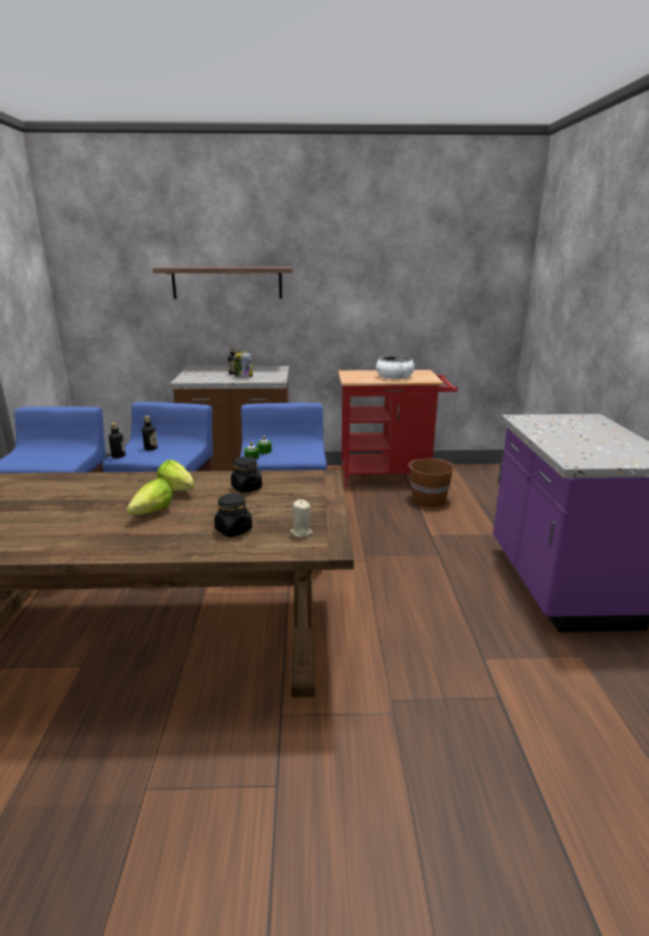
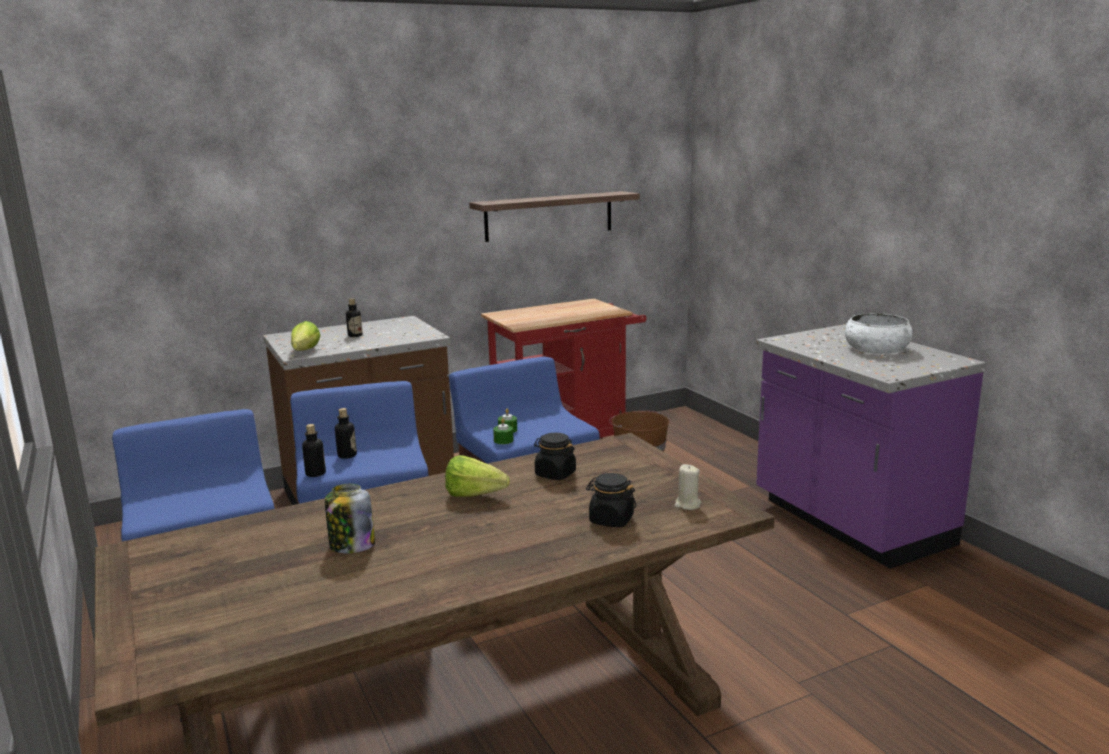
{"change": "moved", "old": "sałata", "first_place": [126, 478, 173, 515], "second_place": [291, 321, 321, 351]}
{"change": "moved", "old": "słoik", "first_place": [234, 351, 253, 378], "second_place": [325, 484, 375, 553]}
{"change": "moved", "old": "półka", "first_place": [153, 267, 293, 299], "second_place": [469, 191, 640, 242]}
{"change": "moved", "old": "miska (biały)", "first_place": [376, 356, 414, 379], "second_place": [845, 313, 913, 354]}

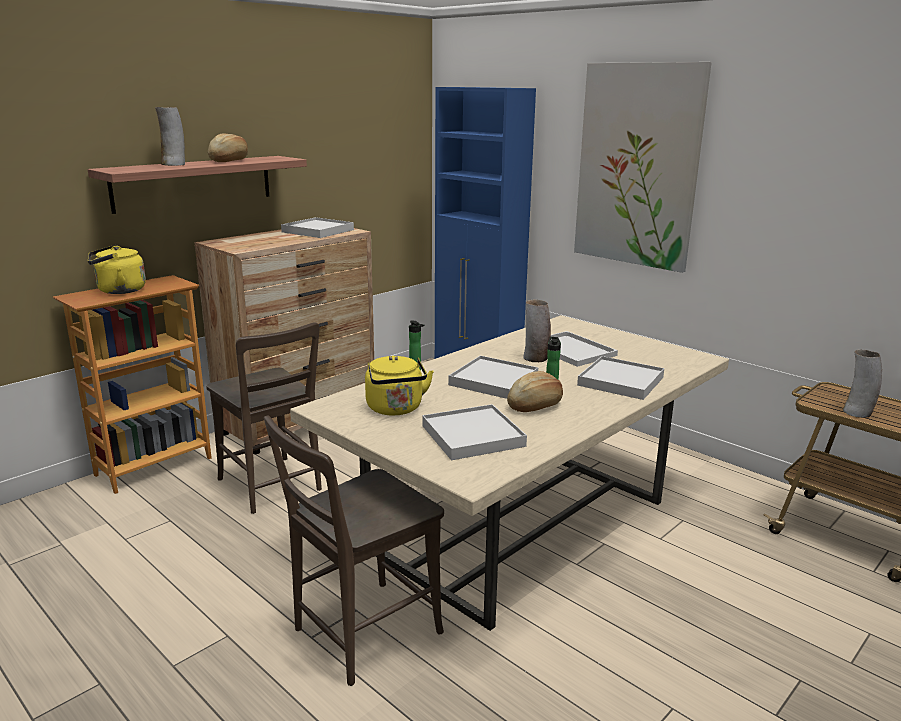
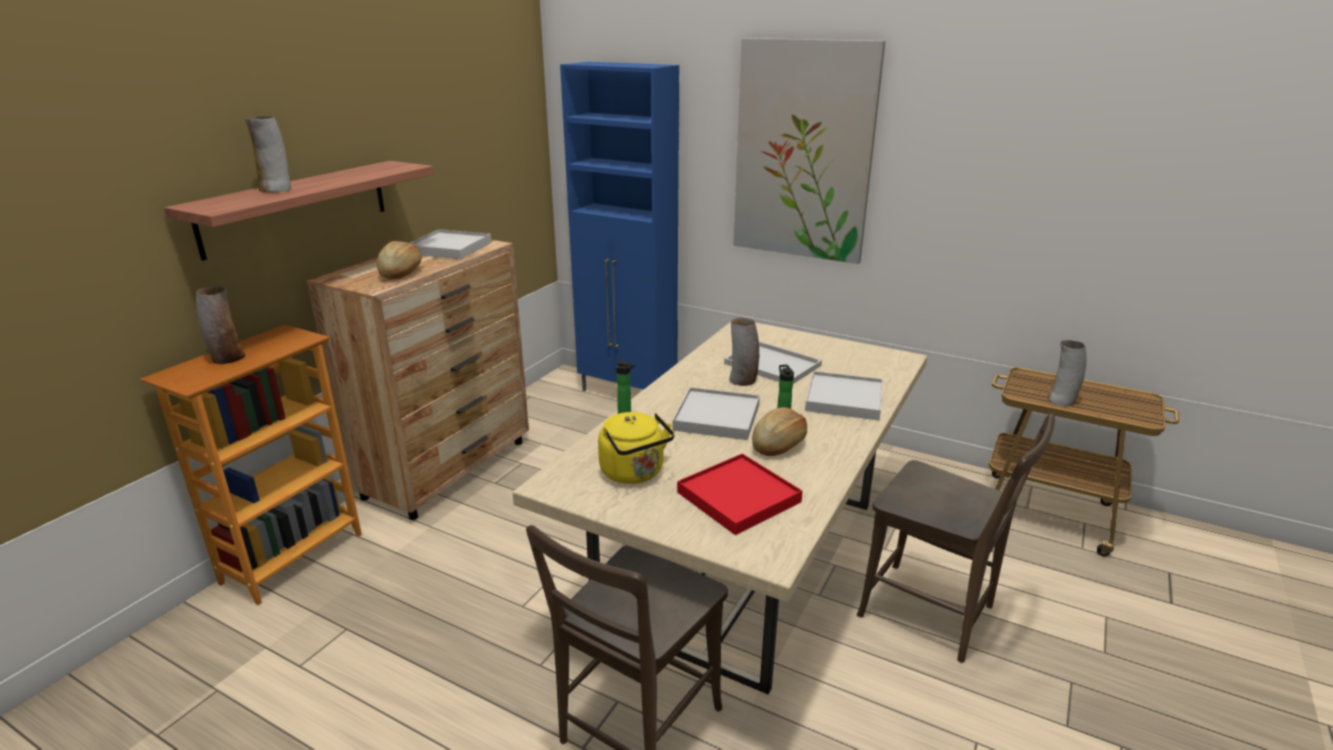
{"change": "replaced", "old": "czajnik (żółty)", "new": "wazon", "first_place": [88, 245, 146, 294], "second_place": [196, 286, 245, 364]}
{"change": "moved", "old": "chleb", "first_place": [208, 133, 248, 162], "second_place": [377, 241, 421, 279]}
{"change": "recoloured", "old": "taca (biały)", "new": "taca (czerwony)", "first_place": [422, 404, 527, 460], "second_place": [677, 454, 803, 535]}
{"change": "moved", "old": "krzesło (brązowy)", "first_place": [206, 322, 322, 514], "second_place": [857, 414, 1055, 663]}

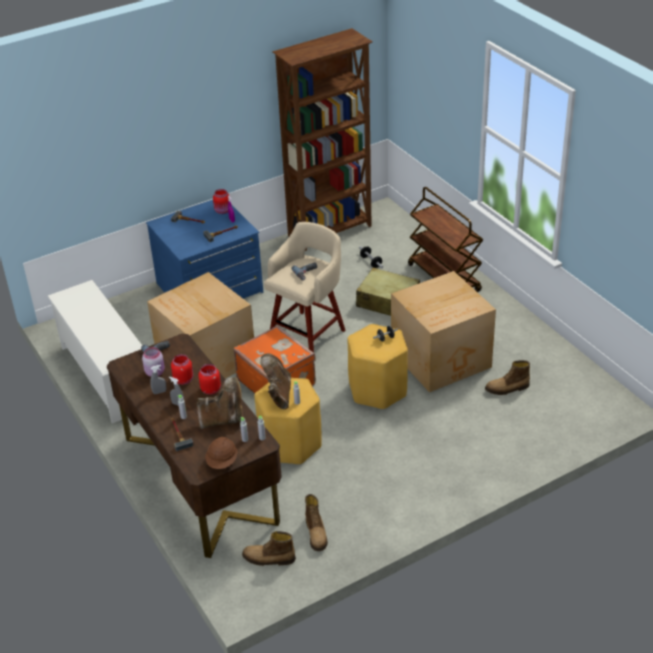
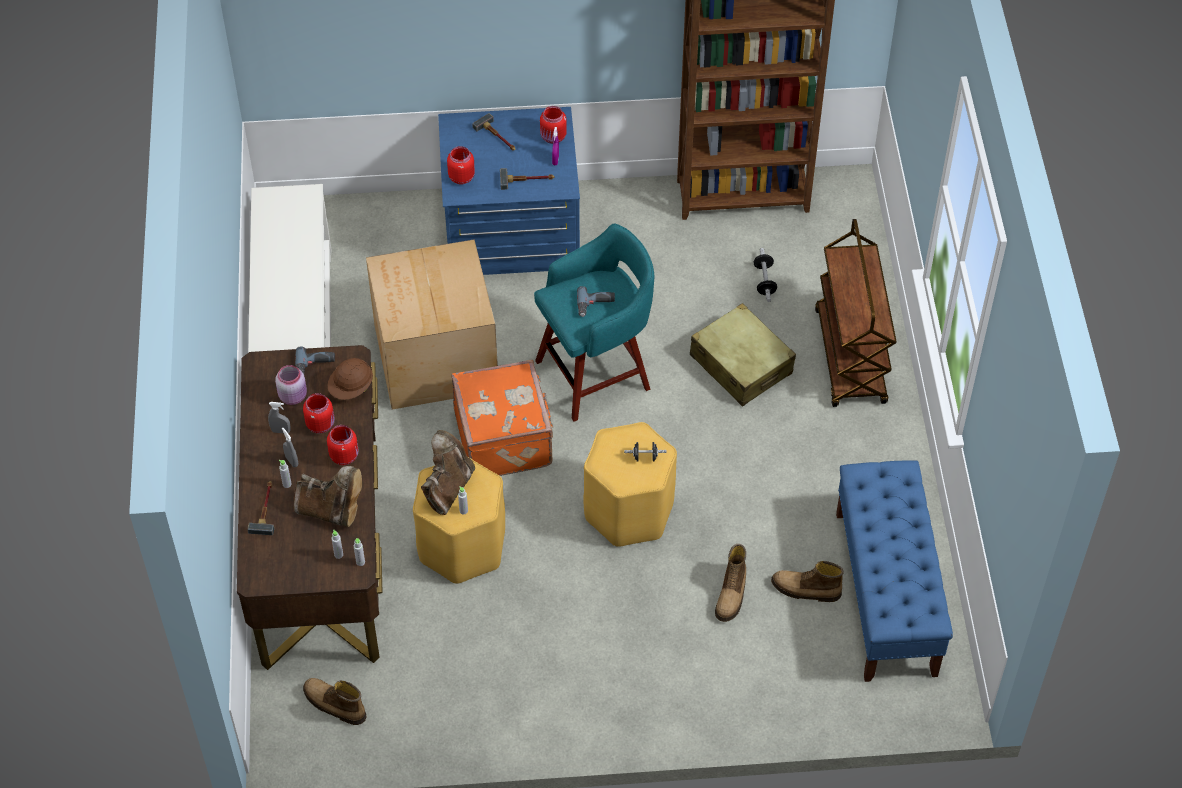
{"change": "moved", "old": "kask (brązowy)", "first_place": [205, 437, 238, 469], "second_place": [327, 358, 373, 400]}
{"change": "added", "new": "słoik (czerwony)", "second_place": [447, 146, 475, 184]}
{"change": "recoloured", "old": "stołek (beżowy)", "new": "stołek (turkusowy)", "first_place": [264, 222, 345, 353], "second_place": [534, 224, 654, 422]}
{"change": "moved", "old": "but z cholewką", "first_place": [305, 494, 328, 551], "second_place": [715, 544, 746, 622]}
{"change": "added", "new": "ławka (niebieski)", "second_place": [836, 460, 953, 682]}
{"change": "removed", "old": "karton", "first_place": [391, 271, 496, 392]}

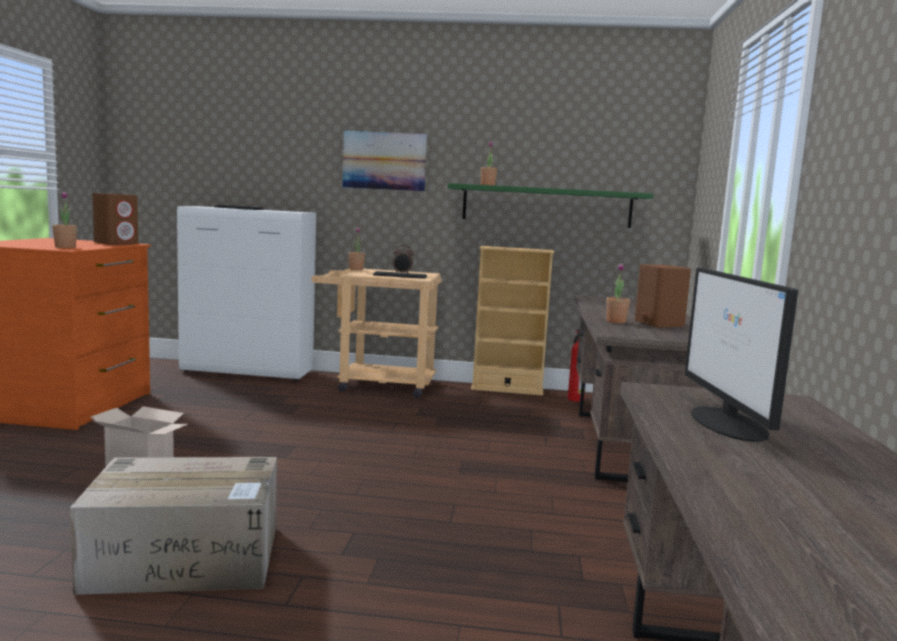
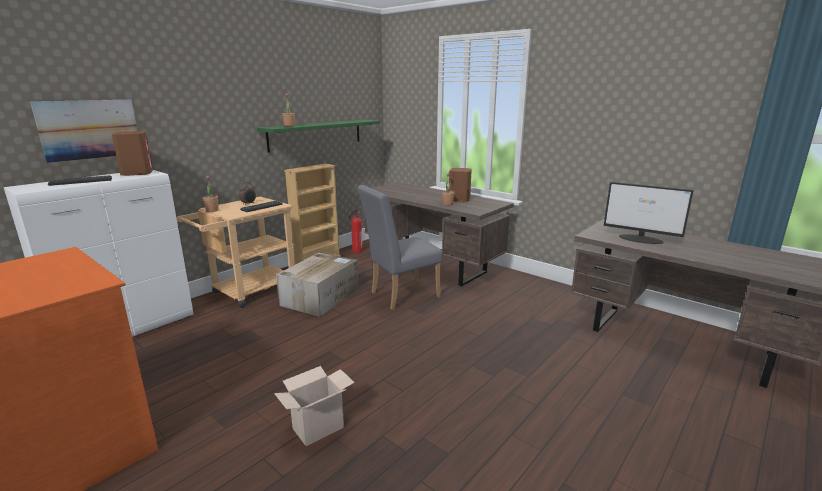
{"change": "moved", "old": "obraz", "first_place": [342, 131, 427, 192], "second_place": [30, 100, 138, 163]}
{"change": "moved", "old": "głośnik (brązowy)", "first_place": [92, 193, 138, 245], "second_place": [112, 131, 153, 176]}
{"change": "moved", "old": "karton", "first_place": [70, 457, 277, 595], "second_place": [276, 253, 358, 316]}
{"change": "added", "new": "krzesło (szary)", "second_place": [357, 185, 442, 310]}
{"change": "removed", "old": "roślina doniczkowa", "first_place": [52, 192, 77, 248]}

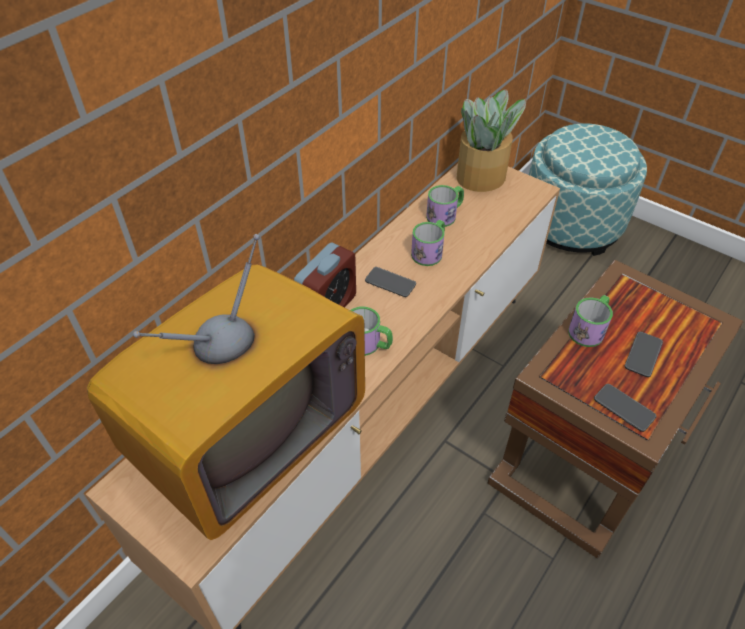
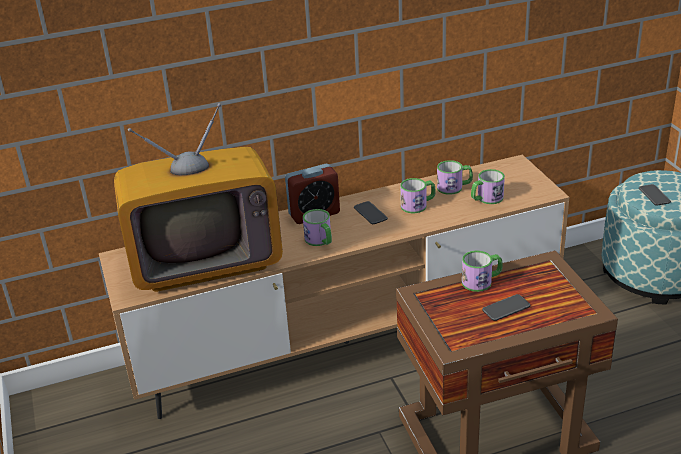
{"change": "added", "new": "kubek", "second_place": [471, 169, 505, 204]}
{"change": "moved", "old": "telefon", "first_place": [594, 384, 656, 432], "second_place": [639, 184, 671, 206]}
{"change": "removed", "old": "roślina doniczkowa", "first_place": [457, 89, 526, 192]}

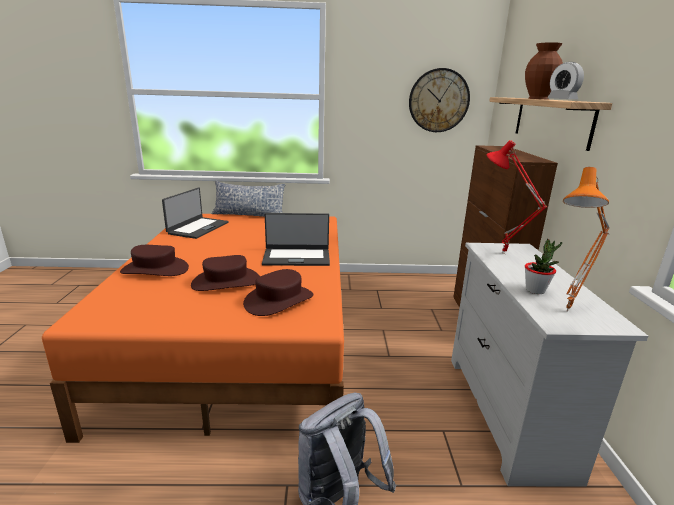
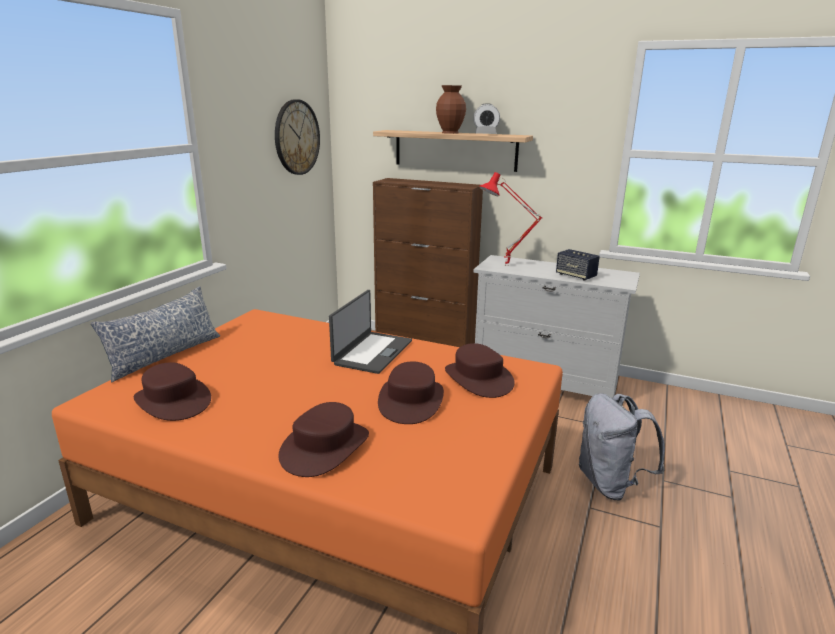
{"change": "replaced", "old": "laptop", "new": "kapelusz (brązowy)", "first_place": [162, 188, 229, 239], "second_place": [134, 362, 211, 421]}
{"change": "replaced", "old": "roślina doniczkowa", "new": "głośnik", "first_place": [525, 239, 562, 294], "second_place": [556, 249, 600, 281]}
{"change": "removed", "old": "lampa stołowa (pomarańczowy)", "first_place": [563, 167, 610, 312]}

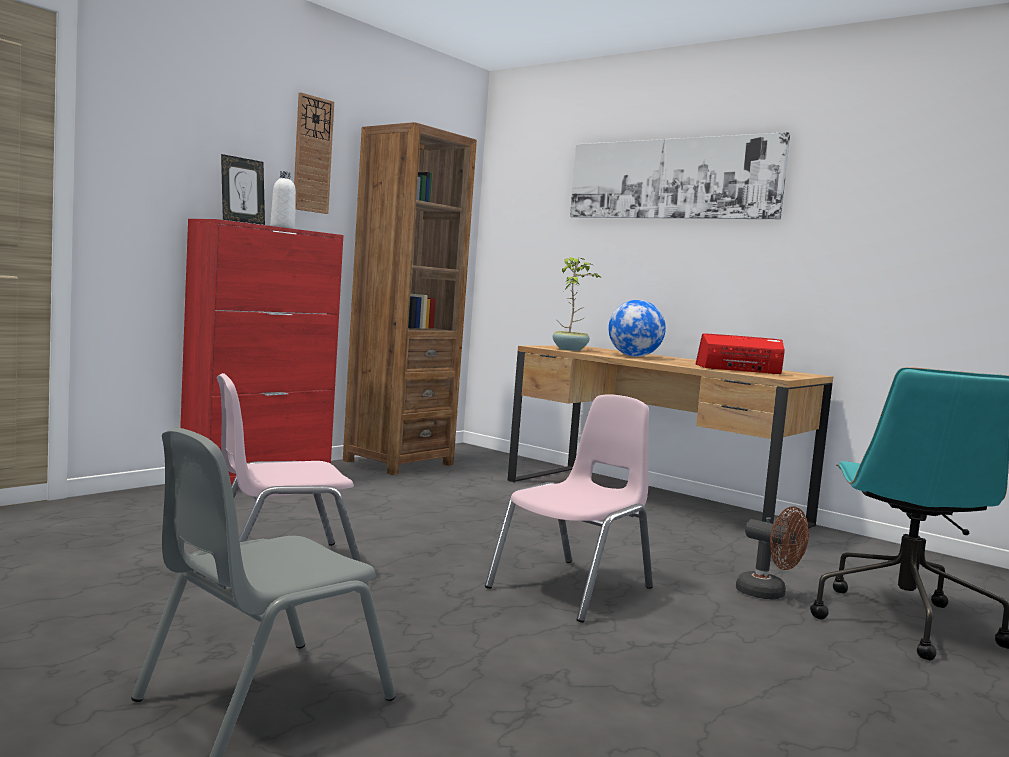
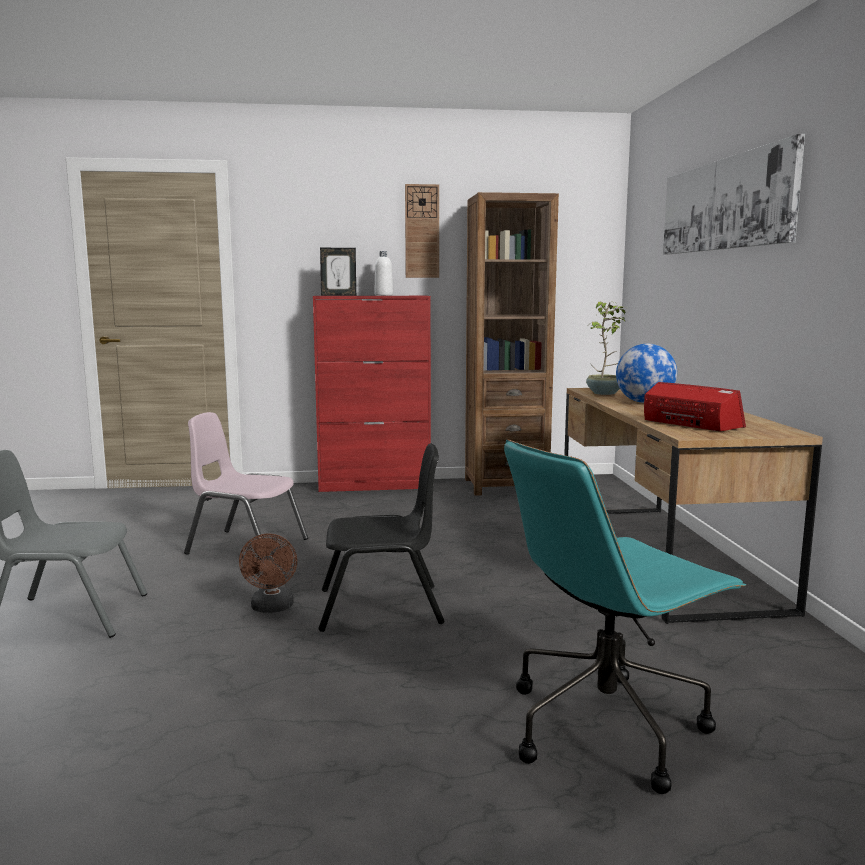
{"change": "moved", "old": "wentylator (brązowy)", "first_place": [736, 506, 809, 599], "second_place": [239, 533, 297, 613]}
{"change": "recoloured", "old": "krzesło (różowy)", "new": "krzesło (czarny)", "first_place": [485, 394, 653, 623], "second_place": [318, 443, 445, 632]}

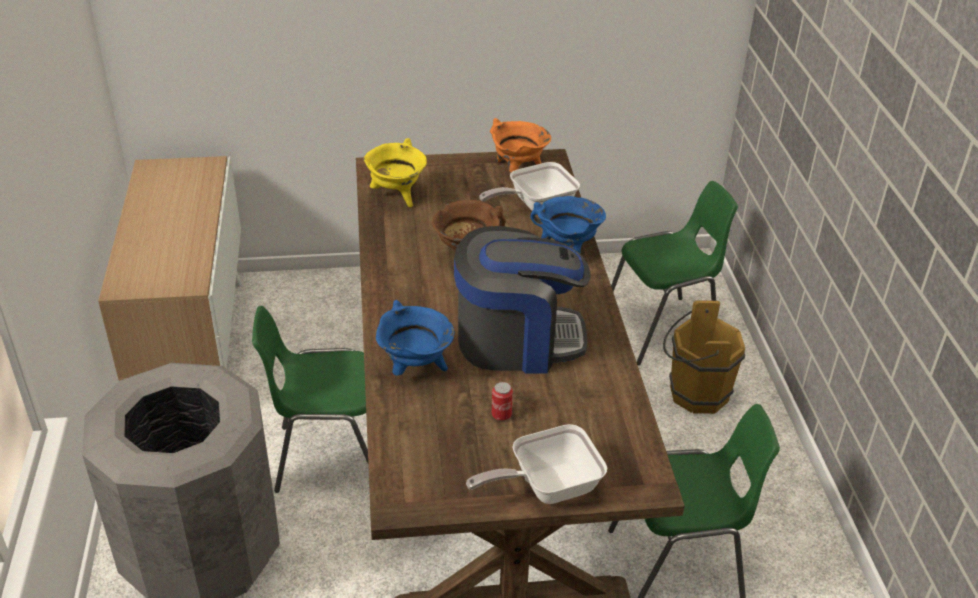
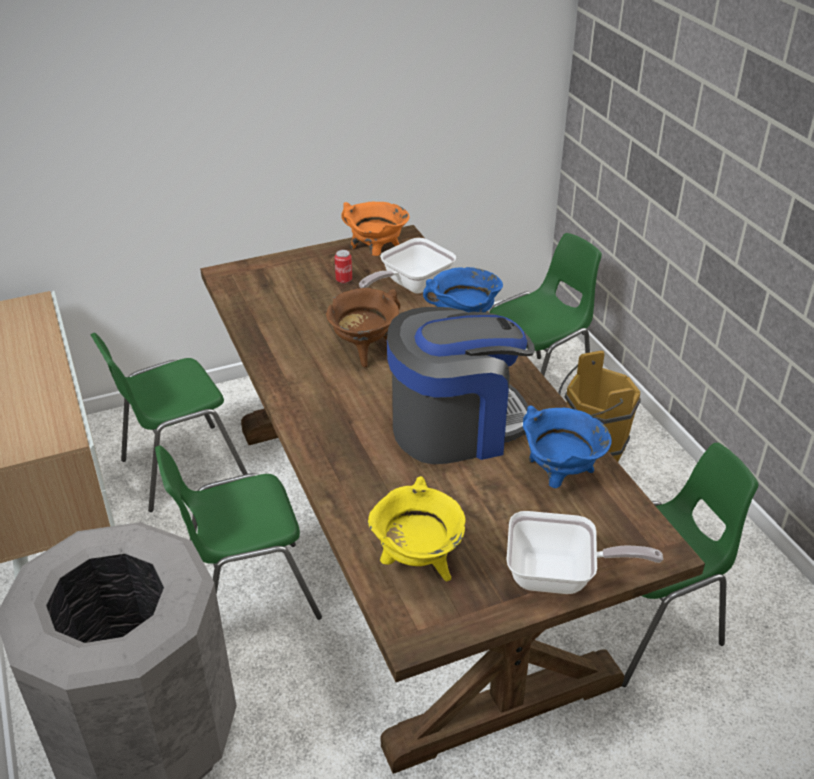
{"change": "added", "new": "krzesło (zielony)", "second_place": [90, 333, 248, 512]}
{"change": "moved", "old": "puszka", "first_place": [492, 382, 513, 421], "second_place": [335, 250, 352, 284]}
{"change": "moved", "old": "garnek (żółty)", "first_place": [363, 138, 427, 207], "second_place": [368, 476, 465, 581]}
{"change": "turned", "old": "patelnia", "first_place": [466, 424, 607, 504], "second_place": [506, 511, 663, 594], "degrees": -135}
{"change": "moved", "old": "garnek (niebieski)", "first_place": [376, 300, 455, 376], "second_place": [523, 405, 612, 488]}

